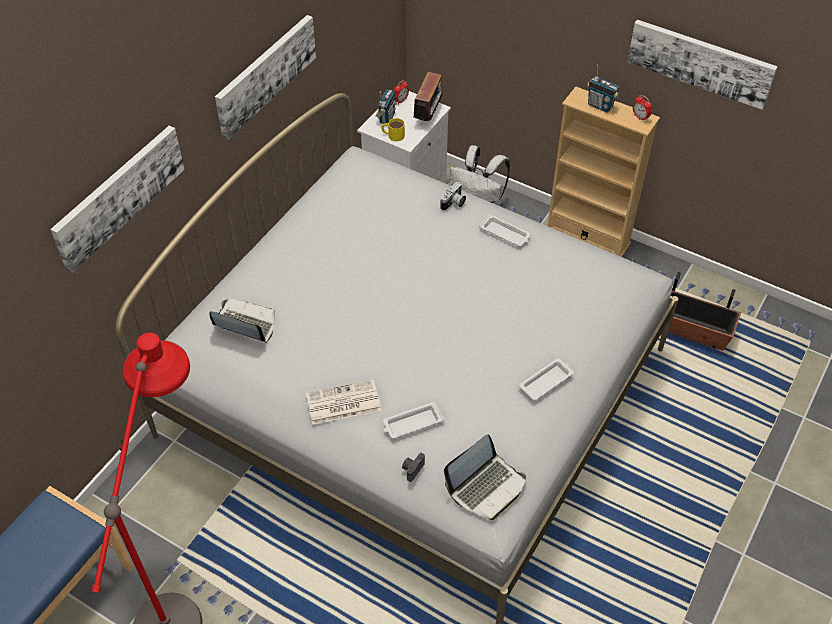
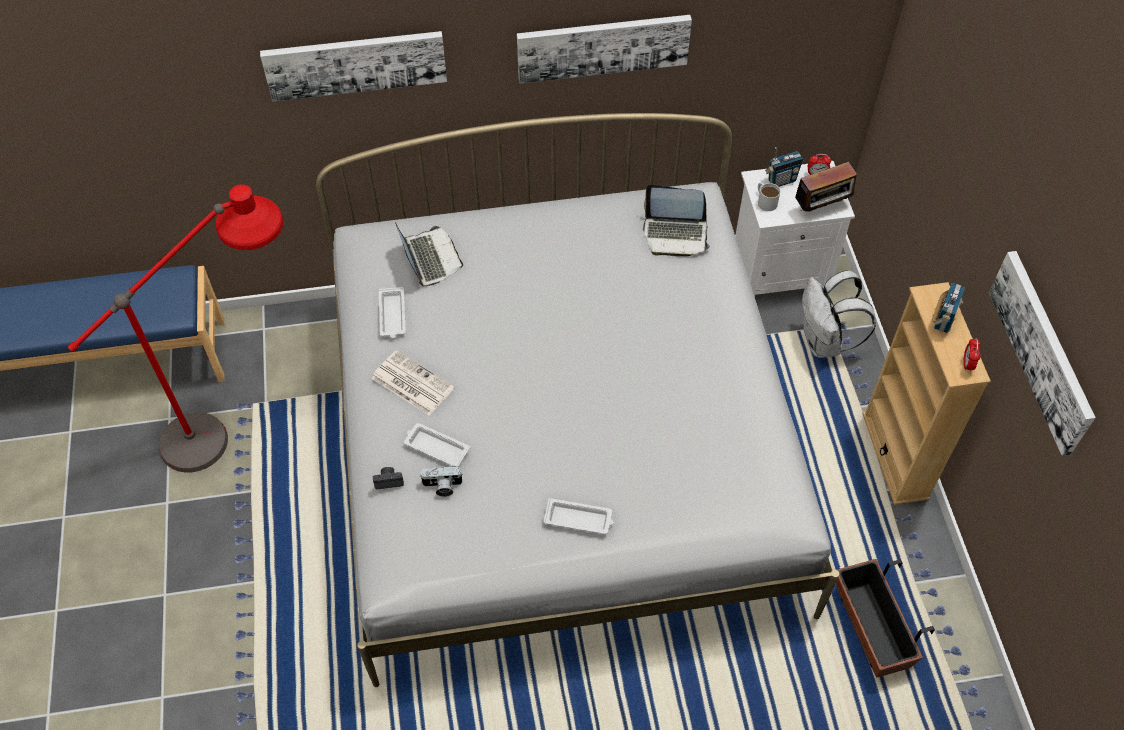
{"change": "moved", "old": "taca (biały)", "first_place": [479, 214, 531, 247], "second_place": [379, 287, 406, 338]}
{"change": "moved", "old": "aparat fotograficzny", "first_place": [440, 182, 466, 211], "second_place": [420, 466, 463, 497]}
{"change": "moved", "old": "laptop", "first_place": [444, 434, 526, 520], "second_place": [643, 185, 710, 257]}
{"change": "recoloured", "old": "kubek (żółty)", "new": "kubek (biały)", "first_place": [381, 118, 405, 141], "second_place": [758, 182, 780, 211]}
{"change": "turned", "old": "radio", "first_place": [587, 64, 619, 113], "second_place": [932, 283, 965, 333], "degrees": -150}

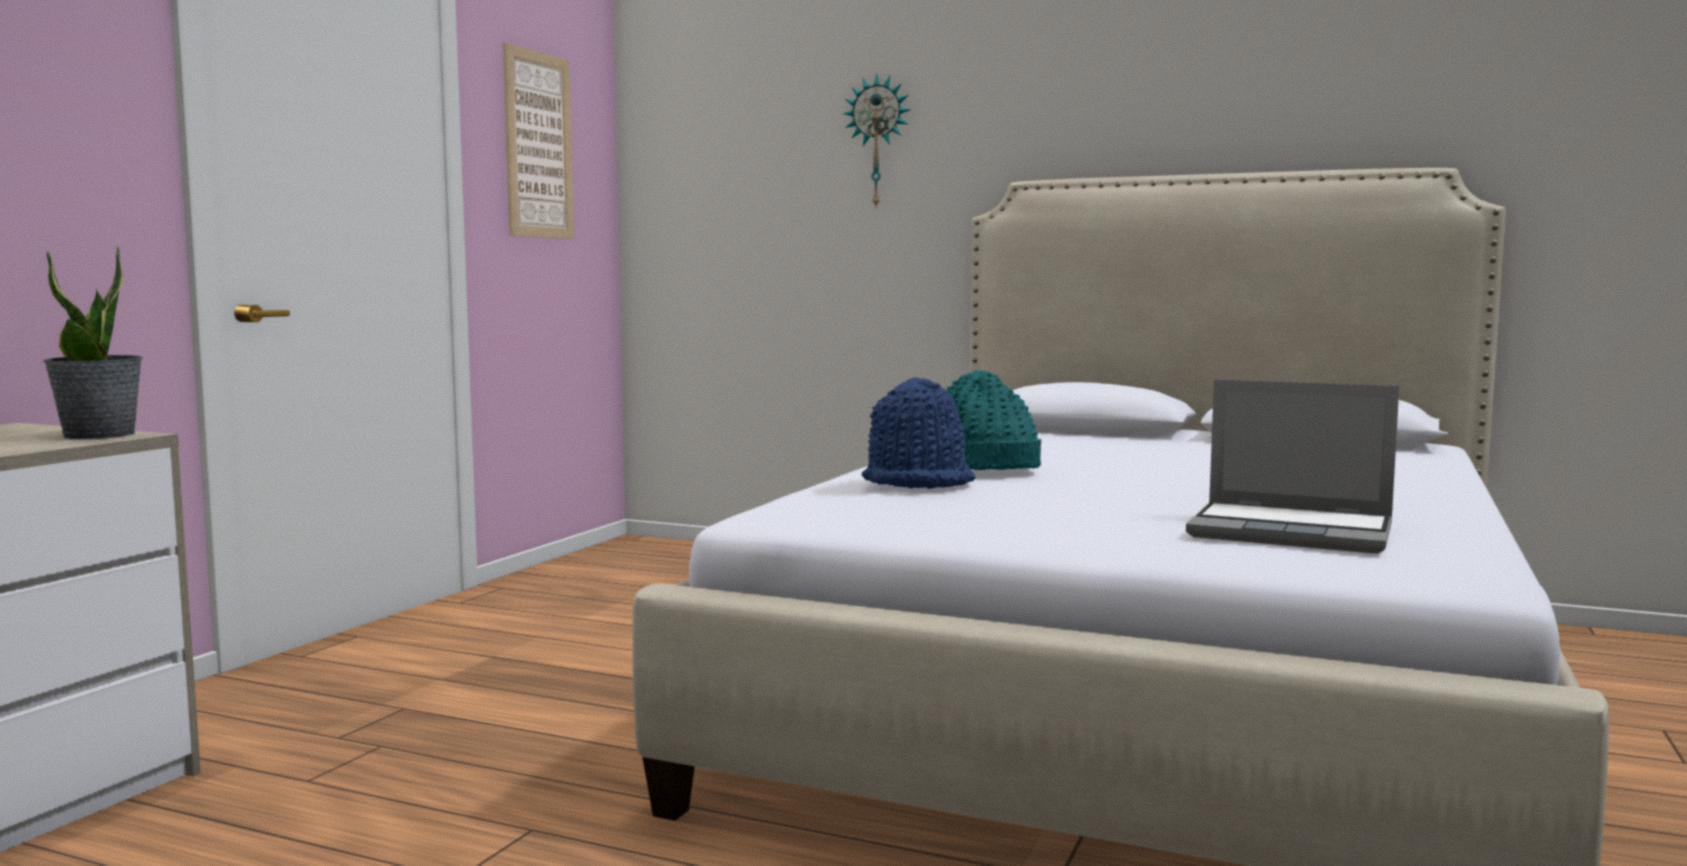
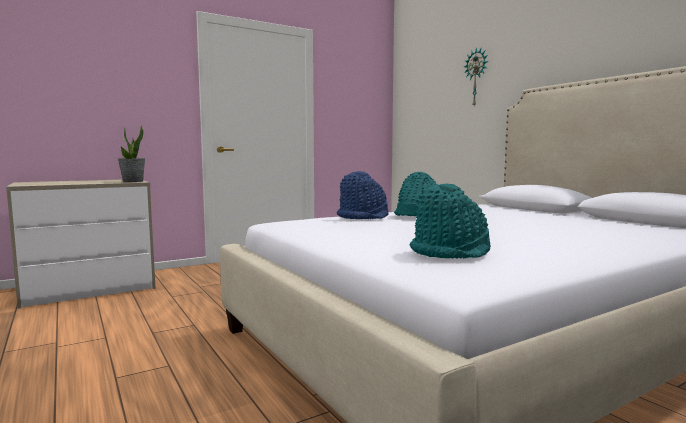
{"change": "replaced", "old": "laptop", "new": "kapelusz (turkusowy)", "first_place": [1186, 379, 1399, 554], "second_place": [410, 184, 491, 259]}
{"change": "removed", "old": "obraz", "first_place": [503, 43, 574, 239]}

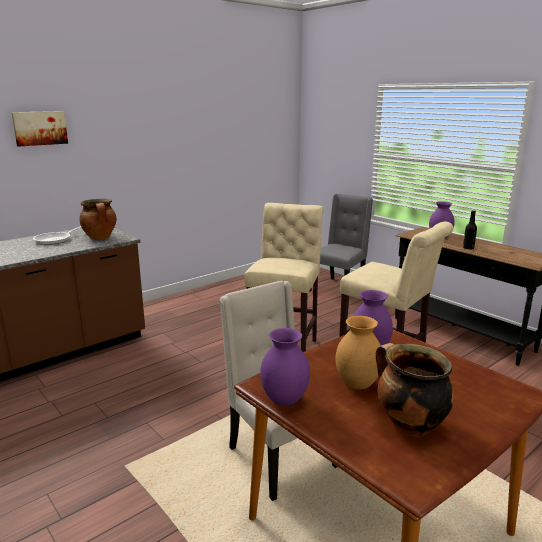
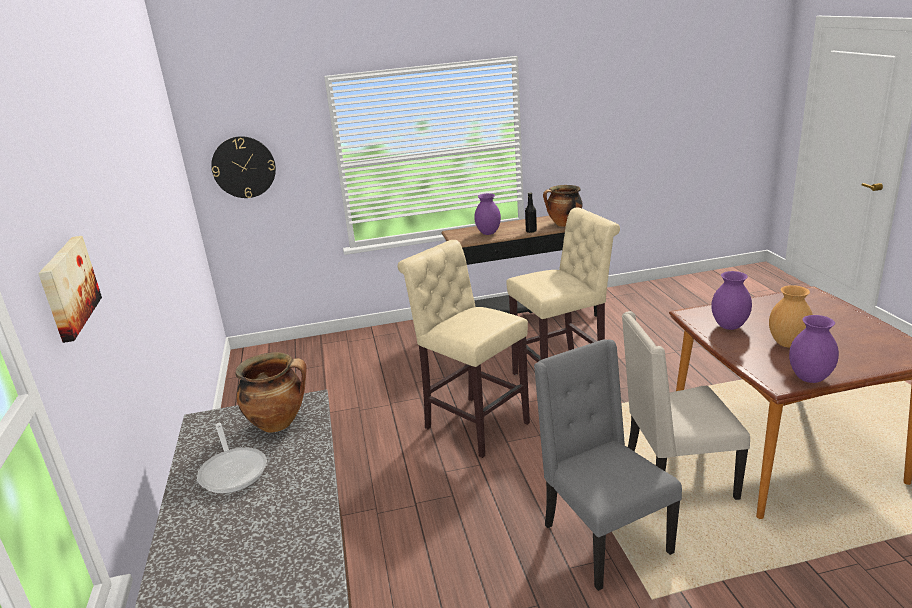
{"change": "added", "new": "zegar ścienny", "second_place": [211, 136, 276, 198]}
{"change": "moved", "old": "krzesło (szary)", "first_place": [309, 194, 373, 292], "second_place": [534, 339, 682, 591]}
{"change": "moved", "old": "garnek", "first_place": [376, 343, 455, 437], "second_place": [543, 185, 583, 227]}

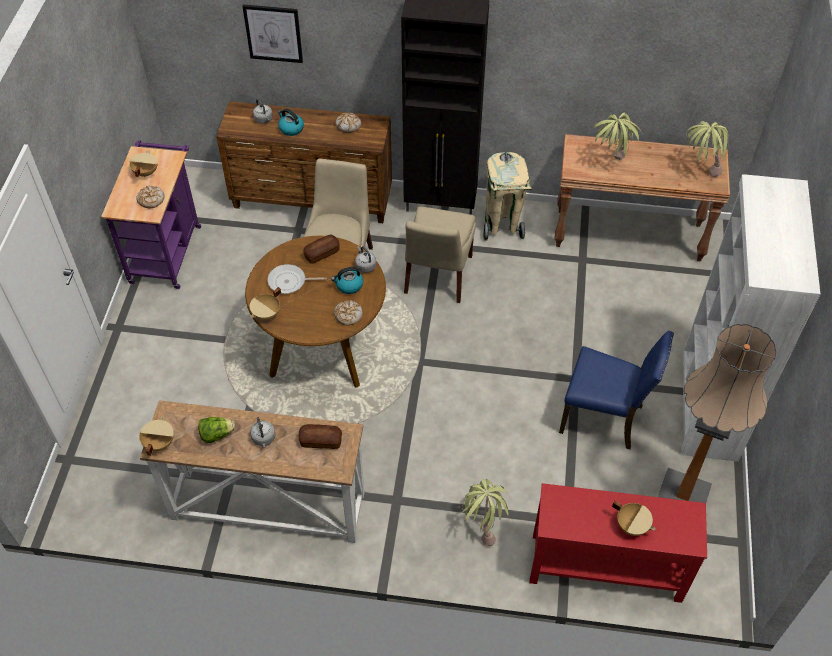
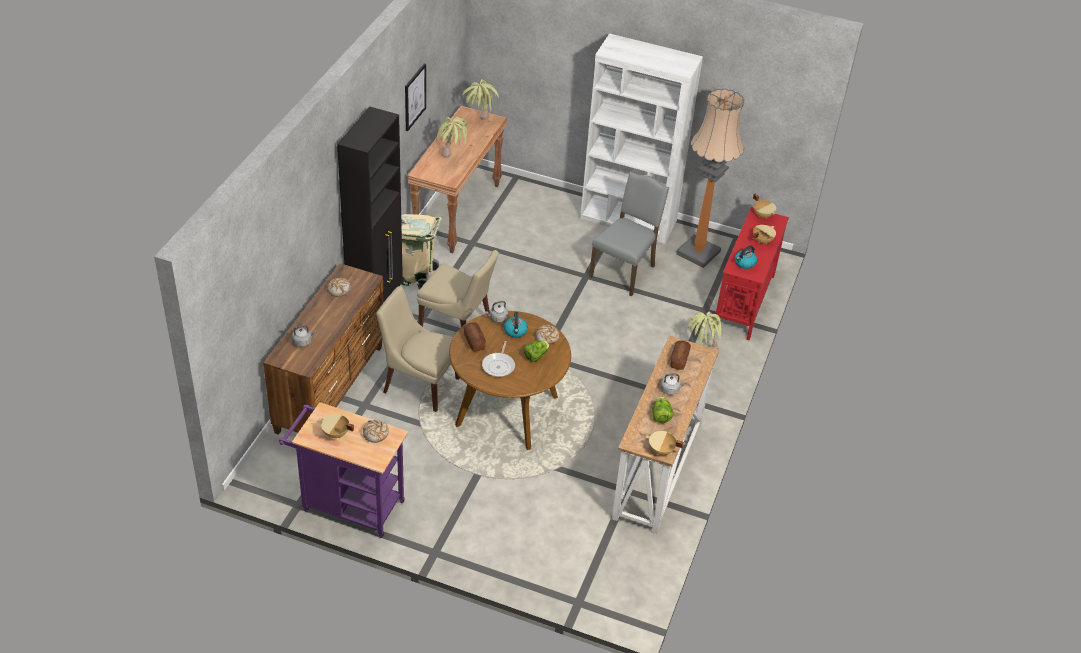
{"change": "moved", "old": "obraz", "first_place": [242, 4, 303, 63], "second_place": [405, 63, 426, 131]}
{"change": "added", "new": "sałata", "second_place": [523, 340, 549, 362]}
{"change": "recoloured", "old": "krzesło (niebieski)", "new": "krzesło (szary)", "first_place": [559, 331, 674, 450], "second_place": [589, 172, 669, 296]}
{"change": "moved", "old": "czajnik", "first_place": [278, 109, 304, 136], "second_place": [735, 246, 757, 269]}
{"change": "moved", "old": "garnek (beżowy)", "first_place": [250, 287, 281, 321], "second_place": [753, 194, 776, 219]}

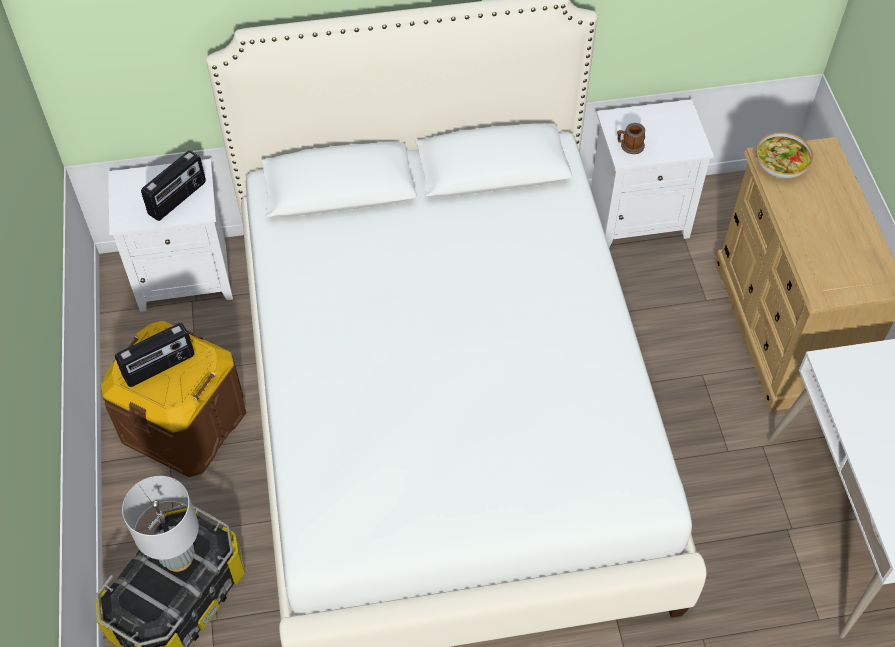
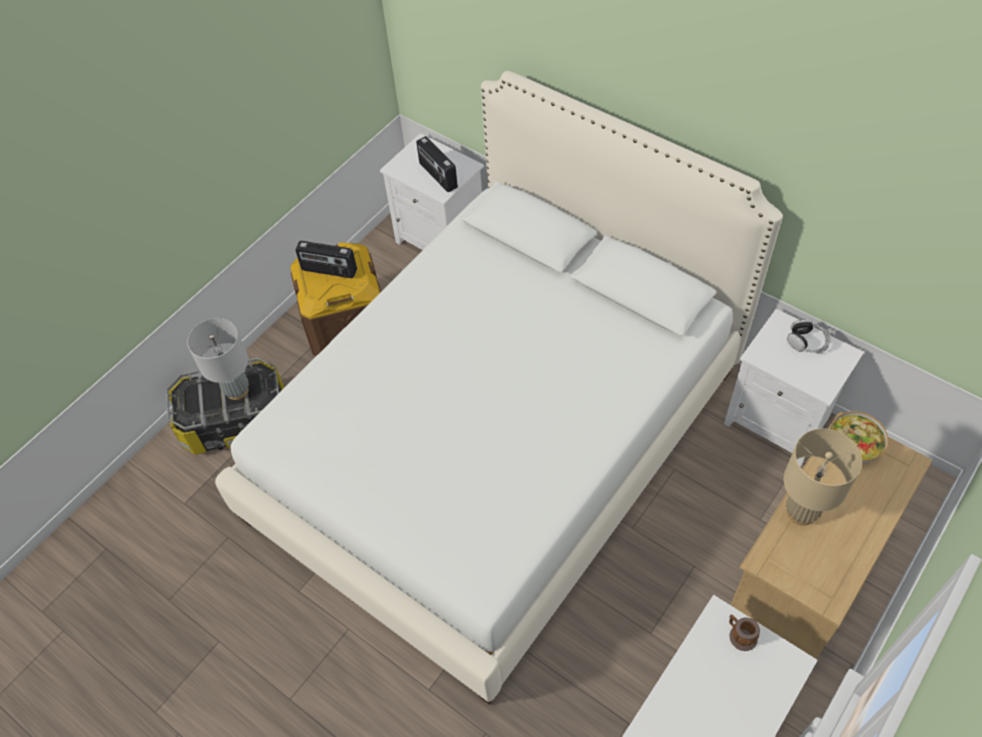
{"change": "turned", "old": "radio", "first_place": [141, 150, 206, 221], "second_place": [416, 136, 458, 192], "degrees": 60}
{"change": "moved", "old": "kubek", "first_place": [617, 123, 645, 154], "second_place": [729, 615, 760, 651]}
{"change": "added", "new": "lampa stołowa (beżowy)", "second_place": [783, 428, 862, 526]}
{"change": "added", "new": "słuchawki", "second_place": [787, 319, 831, 353]}

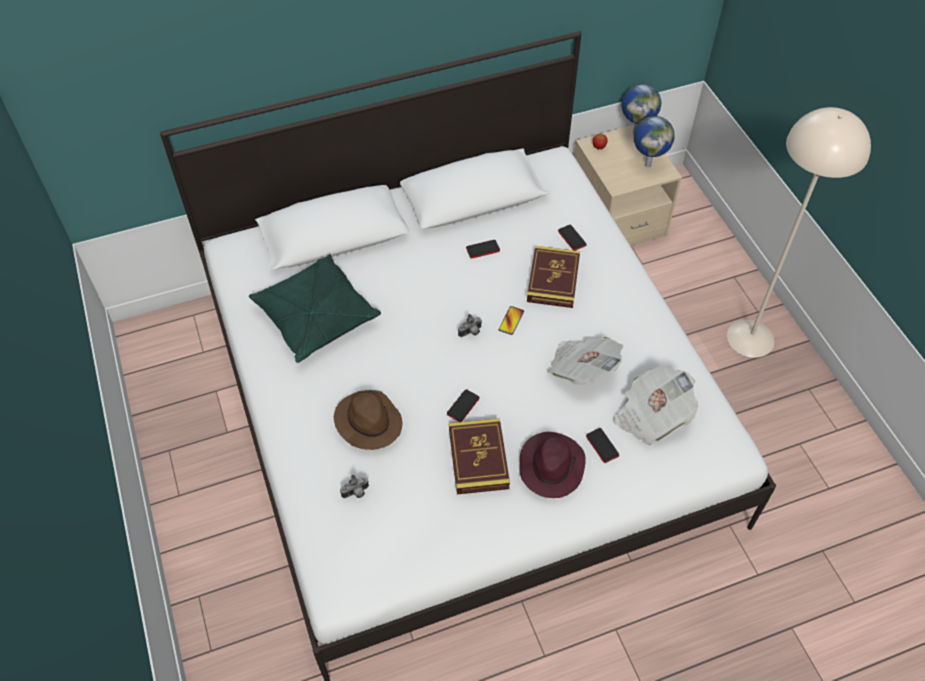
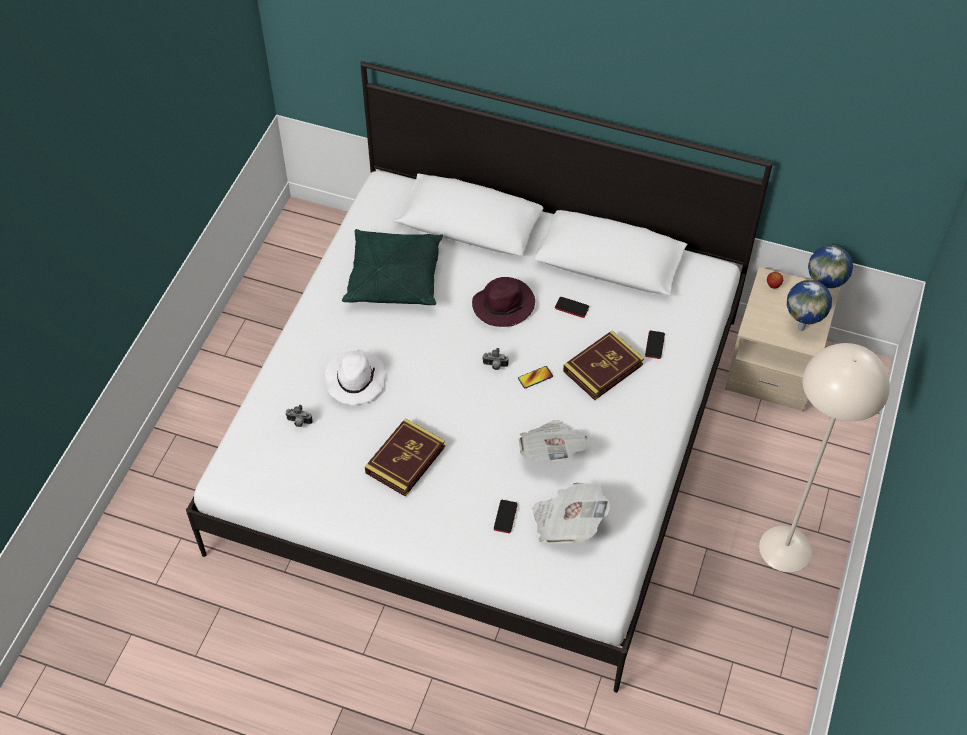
{"change": "recoloured", "old": "kapelusz (brązowy)", "new": "kapelusz (biały)", "first_place": [334, 390, 402, 450], "second_place": [325, 350, 385, 405]}
{"change": "moved", "old": "kapelusz (fioletowy)", "first_place": [519, 432, 586, 498], "second_place": [472, 277, 535, 327]}
{"change": "removed", "old": "telefon", "first_place": [447, 389, 479, 422]}

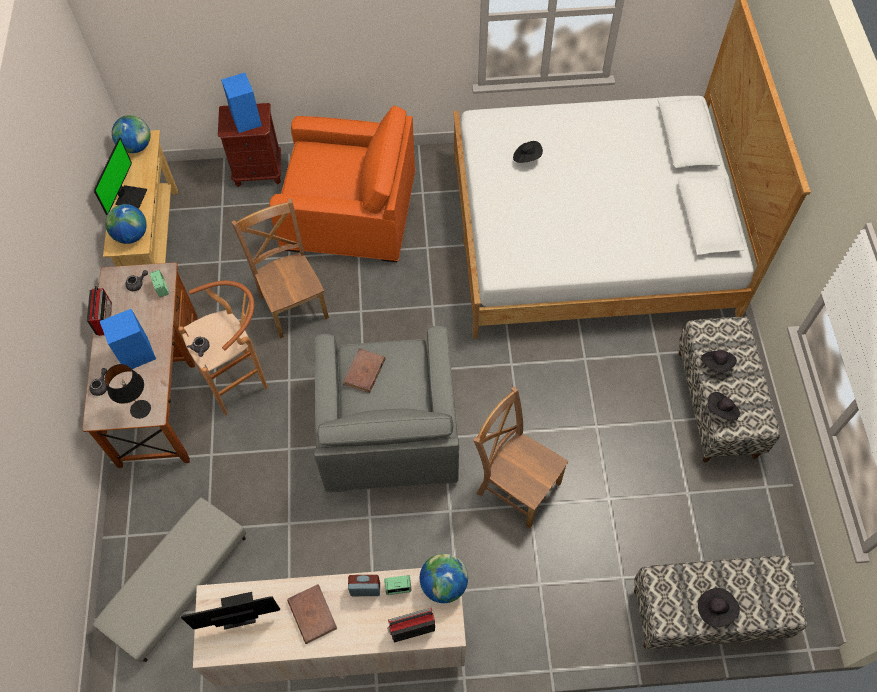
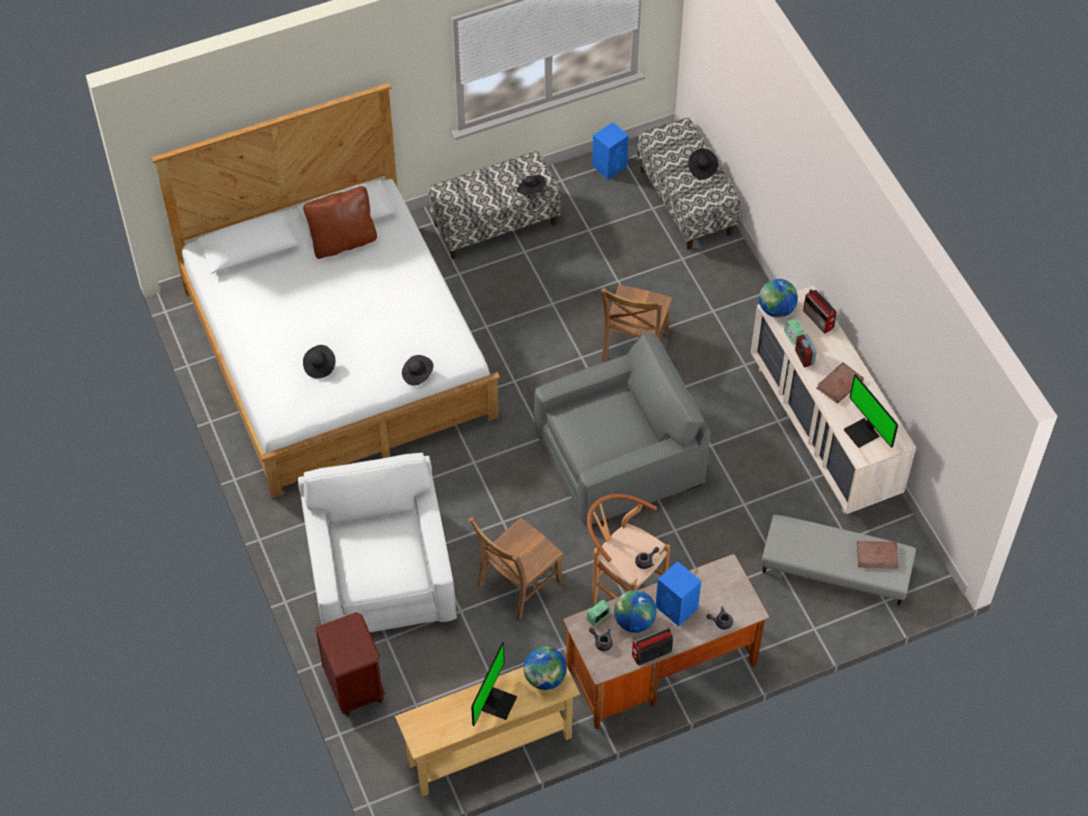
{"change": "recoloured", "old": "fotel (pomarańczowy)", "new": "fotel (biały)", "first_place": [269, 105, 415, 262], "second_place": [298, 453, 457, 632]}
{"change": "added", "new": "poduszka (brązowy)", "second_place": [303, 186, 377, 259]}
{"change": "moved", "old": "kapelusz (czarny)", "first_place": [701, 350, 737, 373], "second_place": [402, 355, 434, 386]}
{"change": "turned", "old": "monitor", "first_place": [94, 138, 147, 215], "second_place": [471, 642, 517, 726], "degrees": 120}
{"change": "moved", "old": "głośnik (niebieski)", "first_place": [221, 73, 262, 133], "second_place": [592, 122, 629, 179]}
{"change": "moved", "old": "globus", "first_place": [112, 115, 151, 153], "second_place": [614, 590, 656, 633]}
{"change": "moved", "old": "książka (brązowy)", "first_place": [343, 348, 386, 393], "second_place": [857, 541, 899, 569]}
{"change": "removed", "old": "lampa stołowa (czarny)", "first_place": [105, 364, 151, 419]}

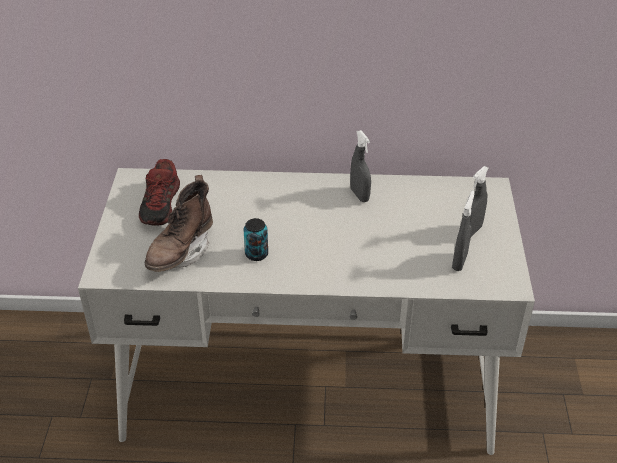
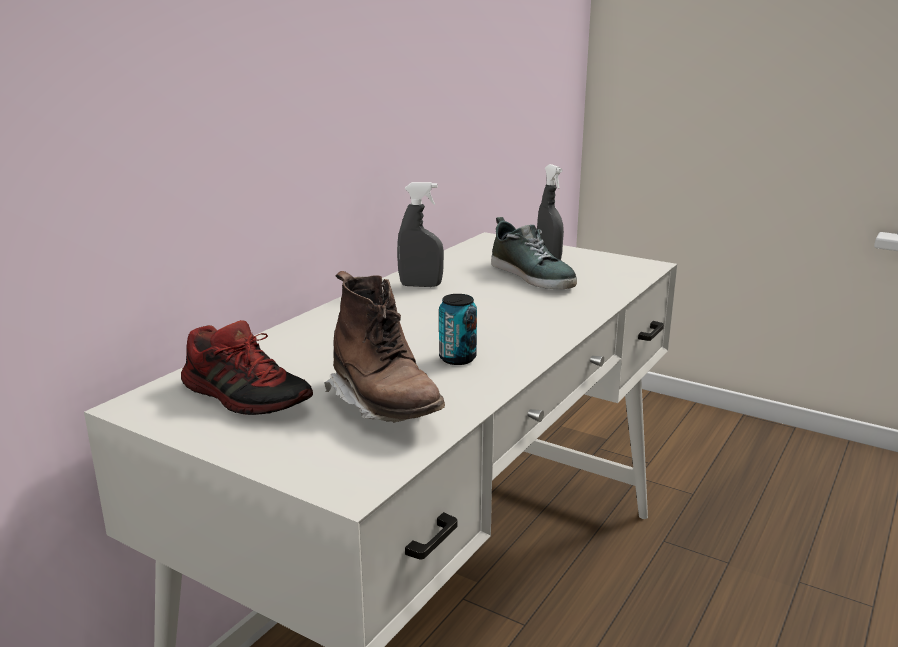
{"change": "added", "new": "but", "second_place": [491, 217, 577, 289]}
{"change": "removed", "old": "spryskiwacz (szary)", "first_place": [452, 190, 475, 271]}

